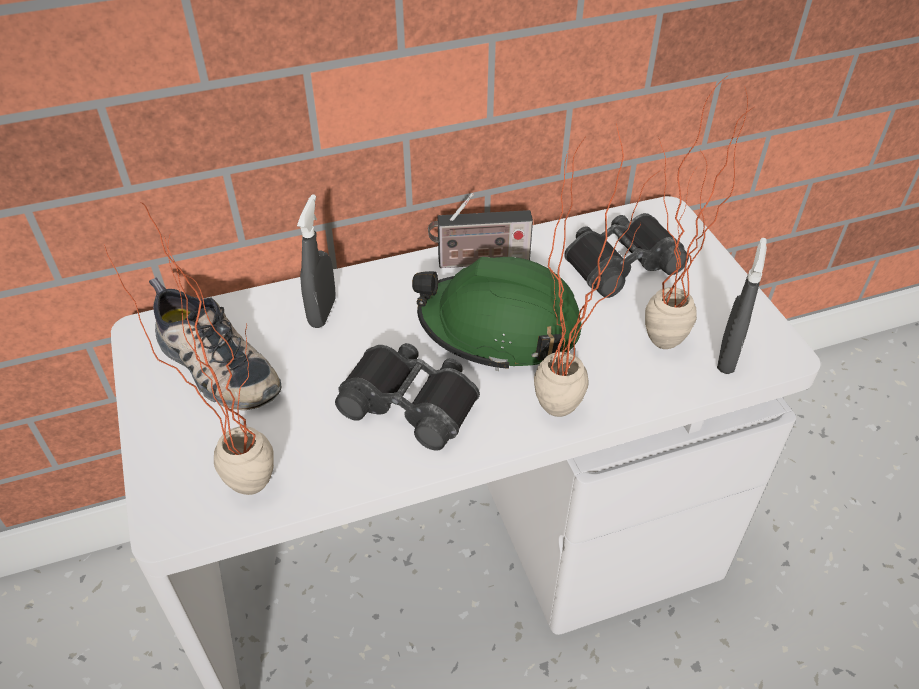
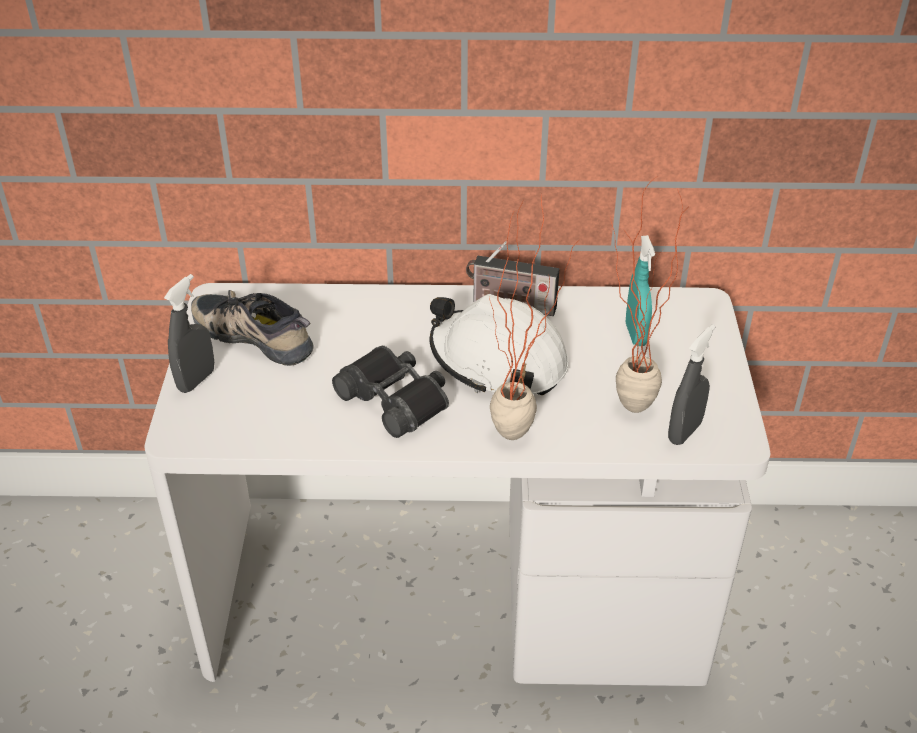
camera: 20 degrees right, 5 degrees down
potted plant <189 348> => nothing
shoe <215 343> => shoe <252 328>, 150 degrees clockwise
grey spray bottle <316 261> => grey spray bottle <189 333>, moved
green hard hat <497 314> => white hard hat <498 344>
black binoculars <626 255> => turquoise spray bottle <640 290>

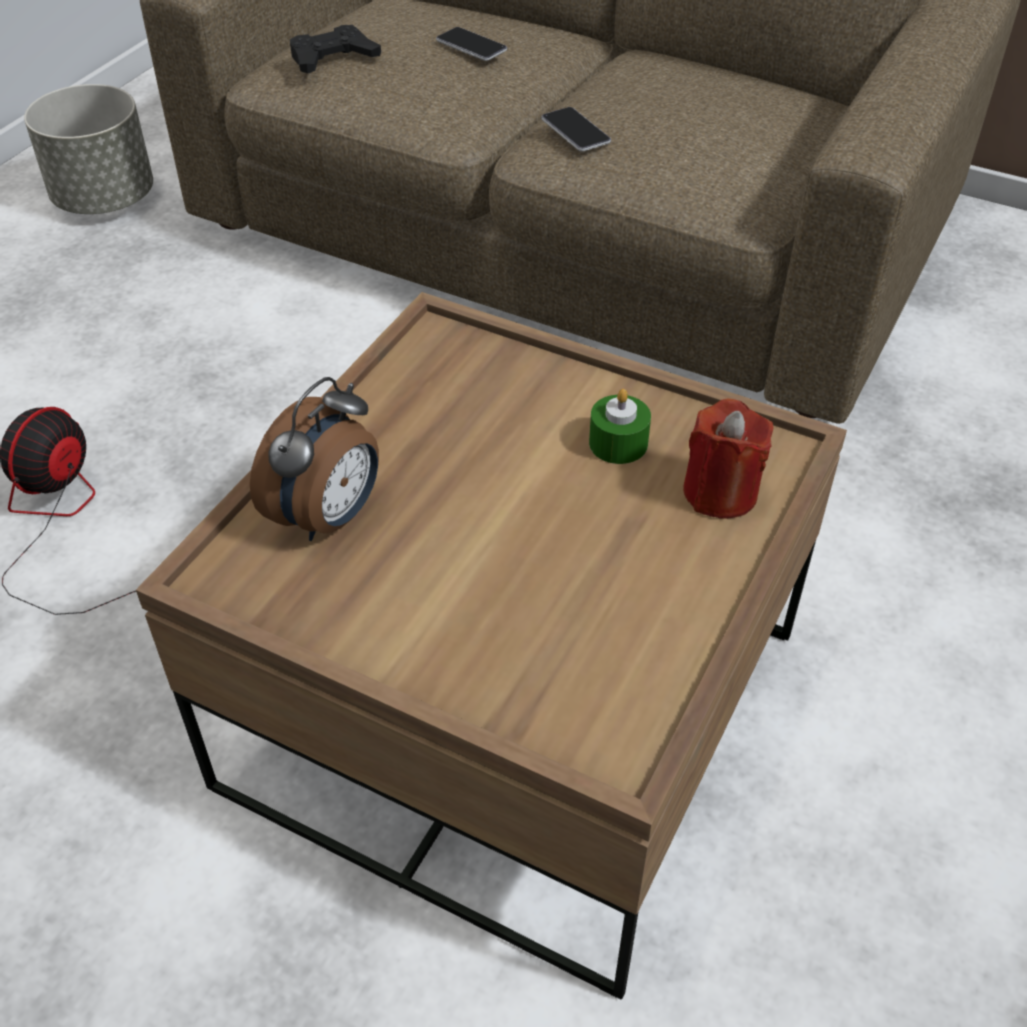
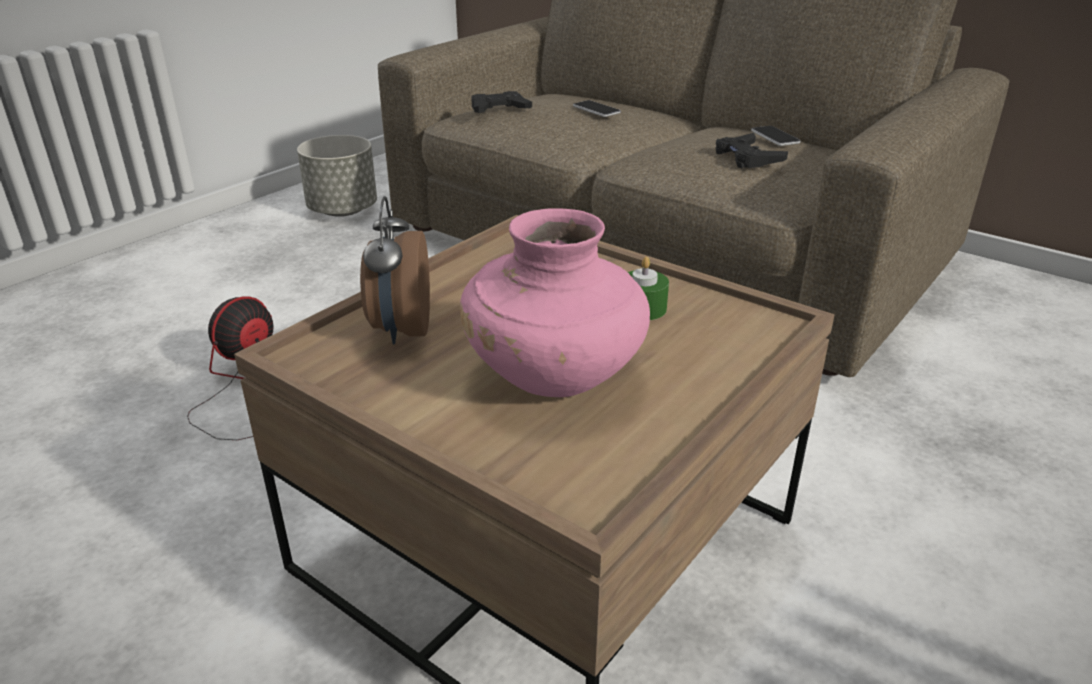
camera: 10 degrees right, 15 degrees down
alarm clock <314 459> => alarm clock <395 270>, 135 degrees clockwise
phone <576 129> => phone <776 136>, moved
red candle <728 458> => nothing
nothing => pink vase <555 302>
nothing => black game controller <752 151>

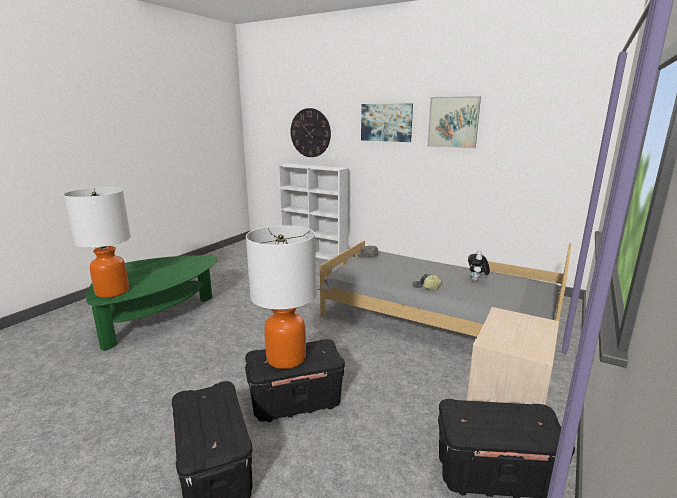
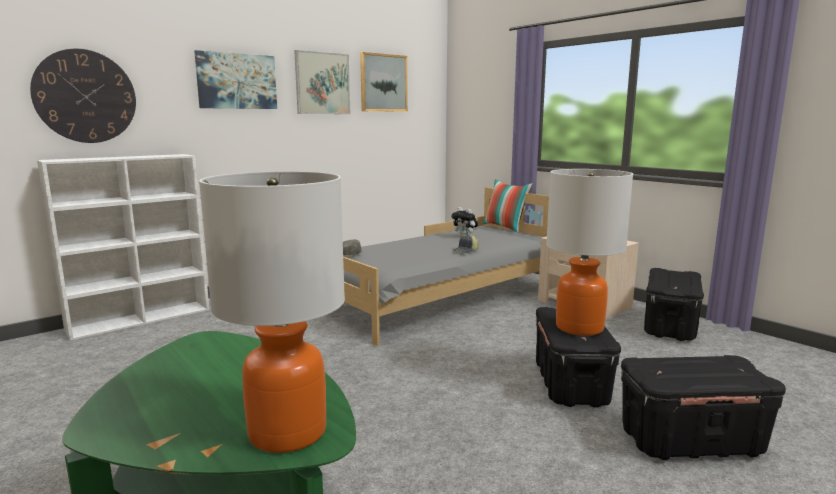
camera: 70 degrees left, 5 degrees down
nothing => picture <384 82>
nothing => pillow <507 206>

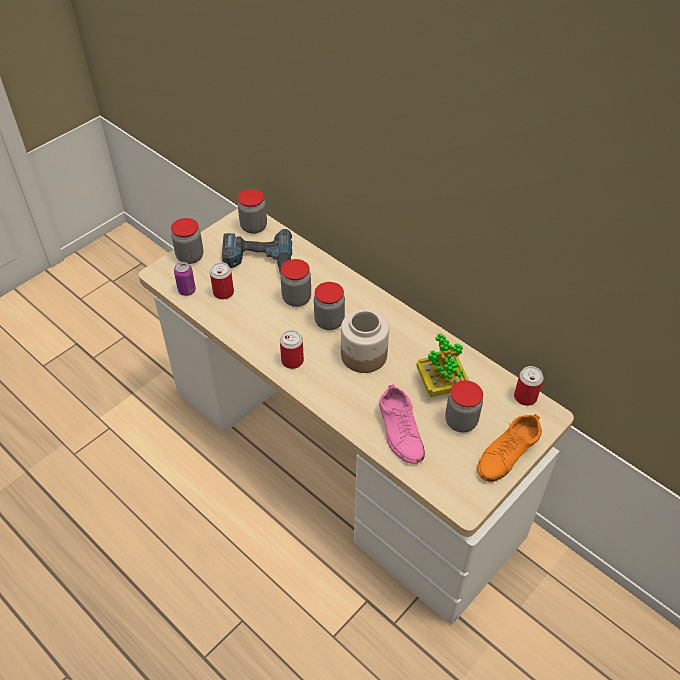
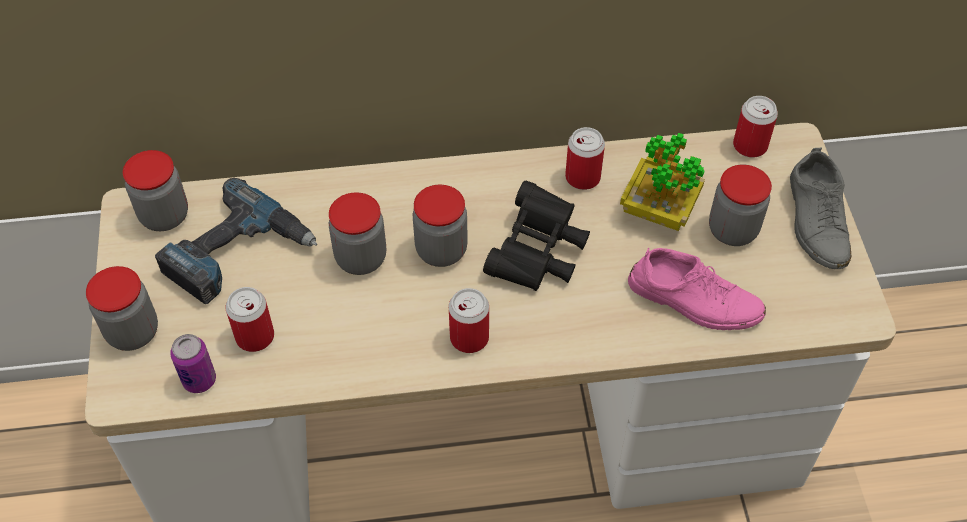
camera: 50 degrees left, 5 degrees up
jar <365 341> => black binoculars <536 236>
orange shoe <509 448> => grey shoe <820 208>
nothing => can <585 158>

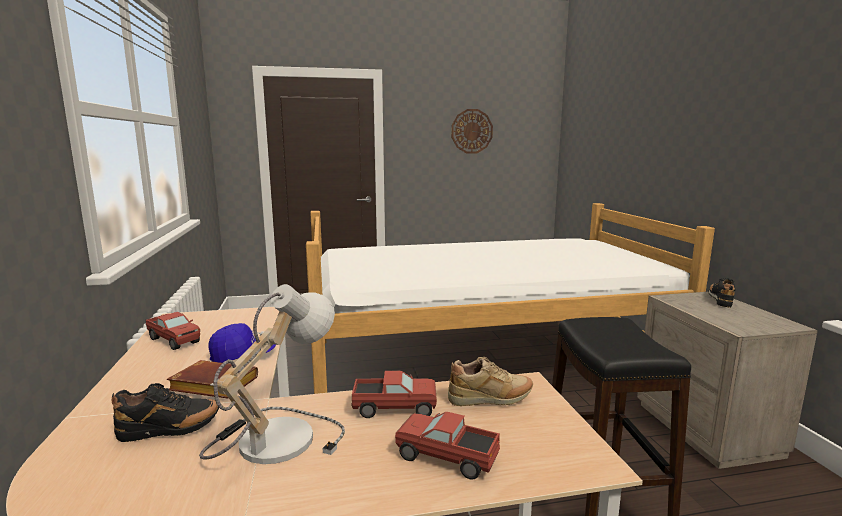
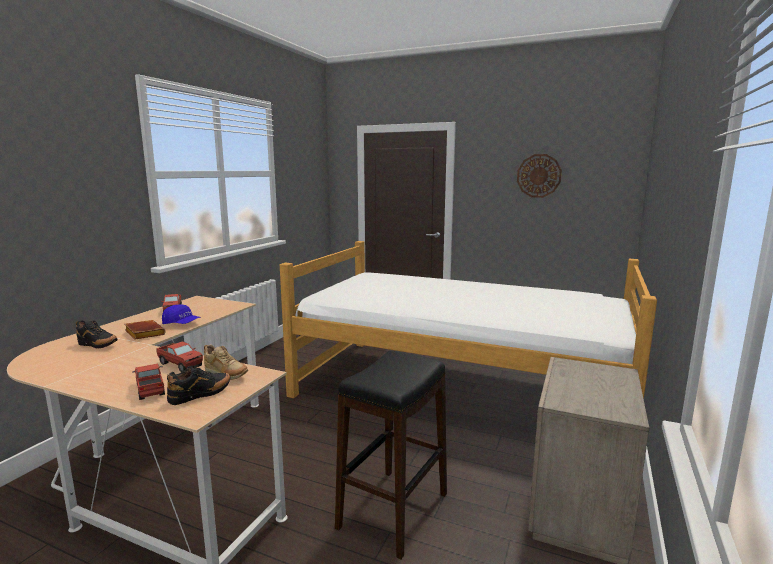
camera: 35 degrees right, 0 degrees up
table lamp <272 374> => nothing
black shoe <721 293> => black shoe <199 385>, moved

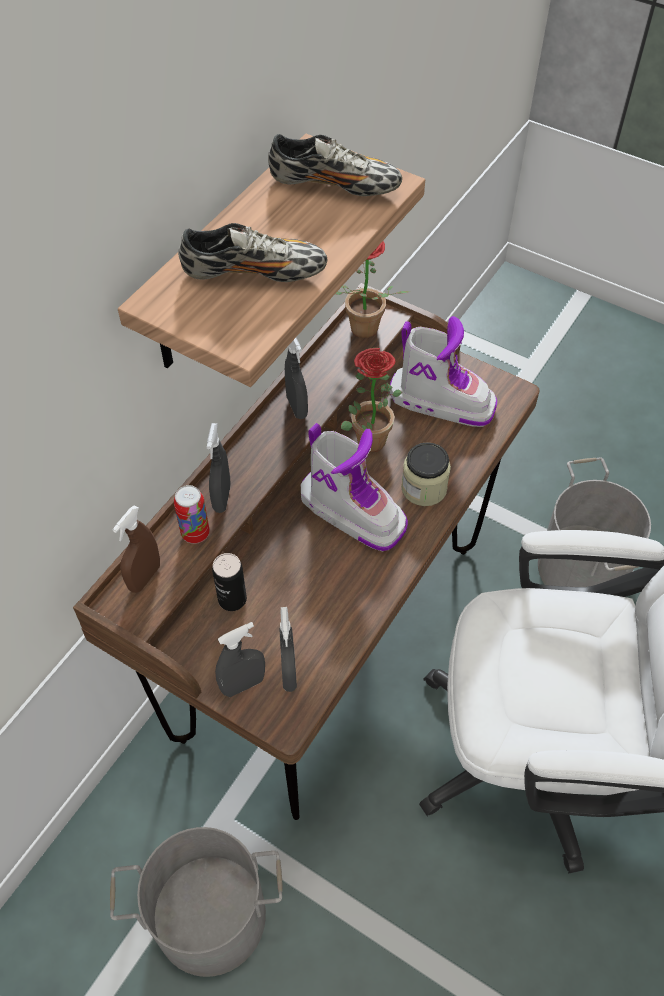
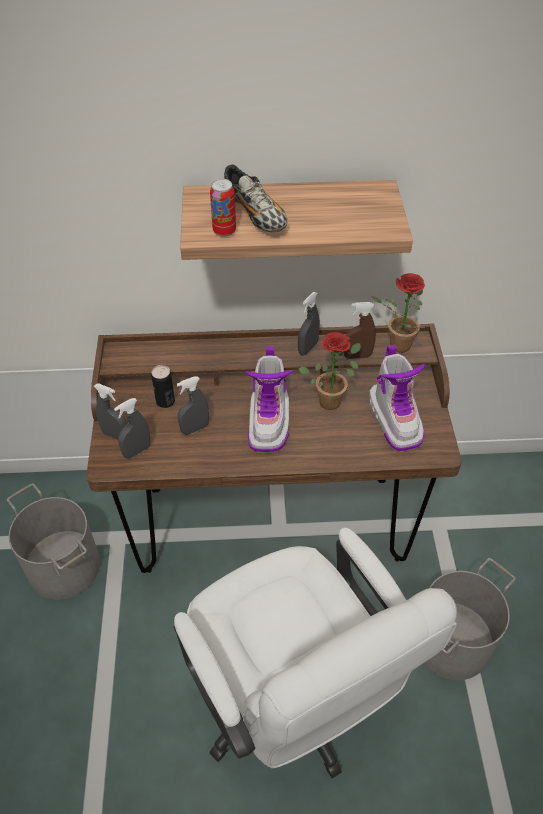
camera: 55 degrees right, 5 degrees down
brown spray bottle <136 549> => brown spray bottle <359 330>, moved
can <192 514> => can <223 208>, moved
grey spray bottle <219 468> => grey spray bottle <193 406>, moved
shoe <335 165> => nothing
jar <426 474> => nothing

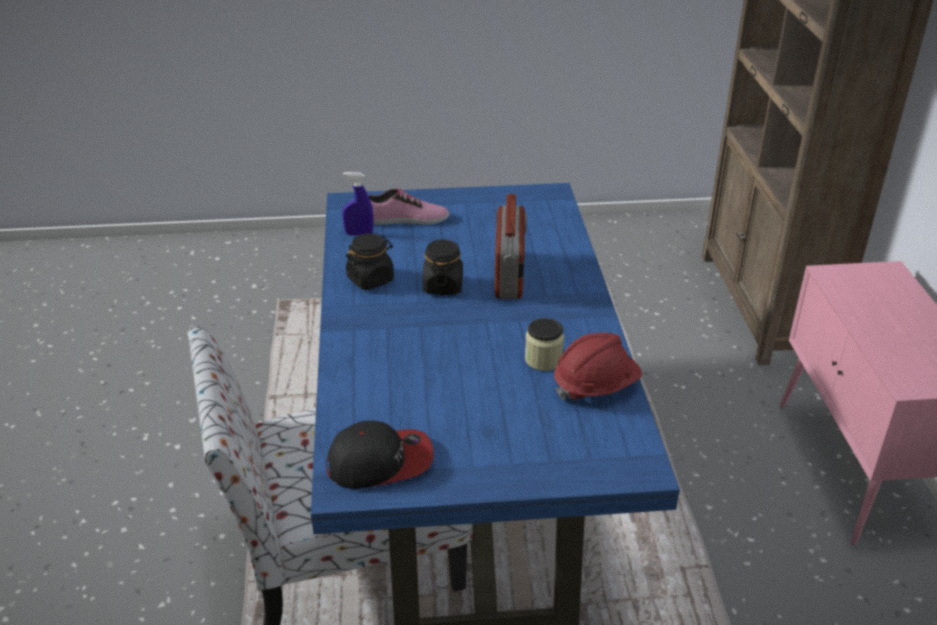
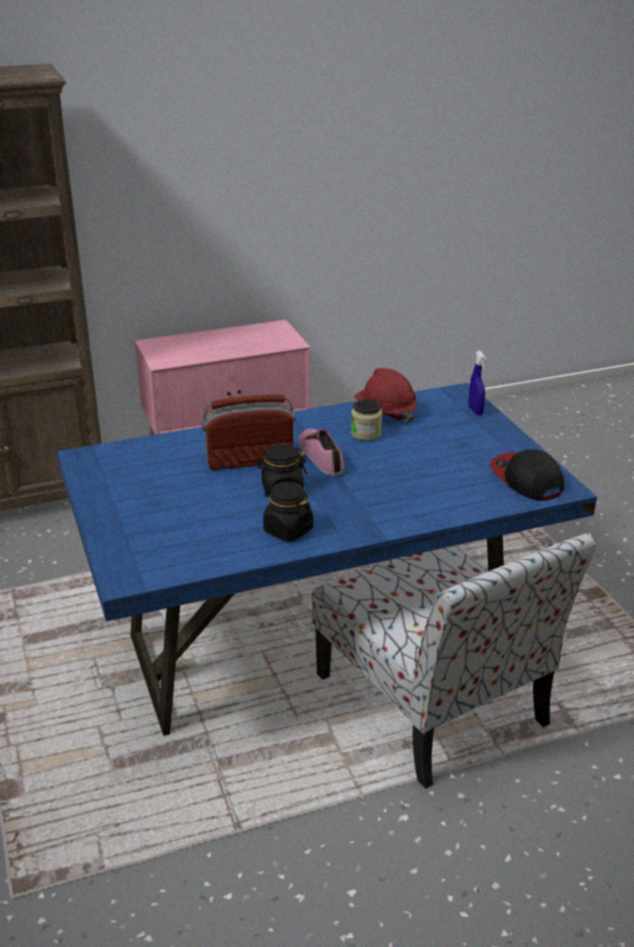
camera: 105 degrees left, 5 degrees down
blue spray bottle <358 204> => blue spray bottle <477 383>, moved
shoe <408 206> => shoe <321 453>, moved

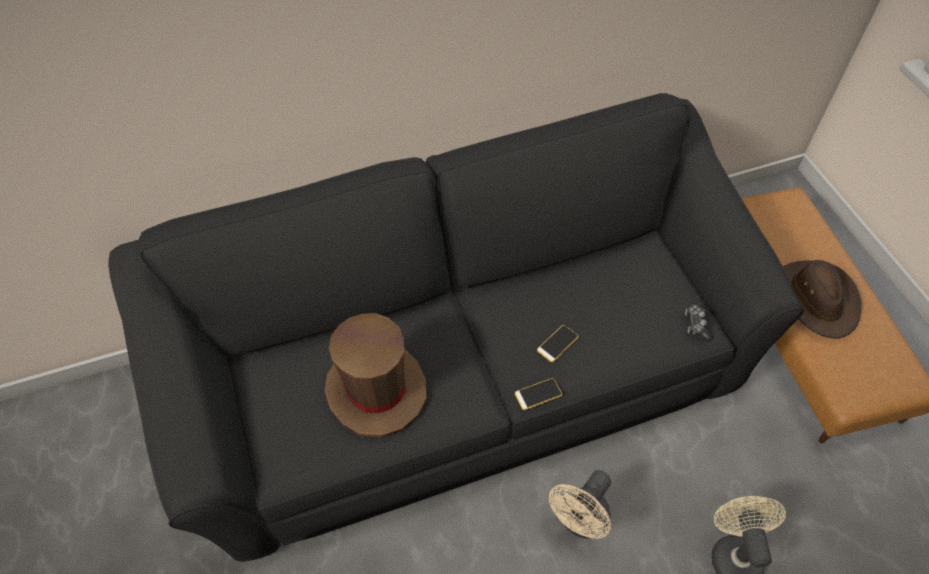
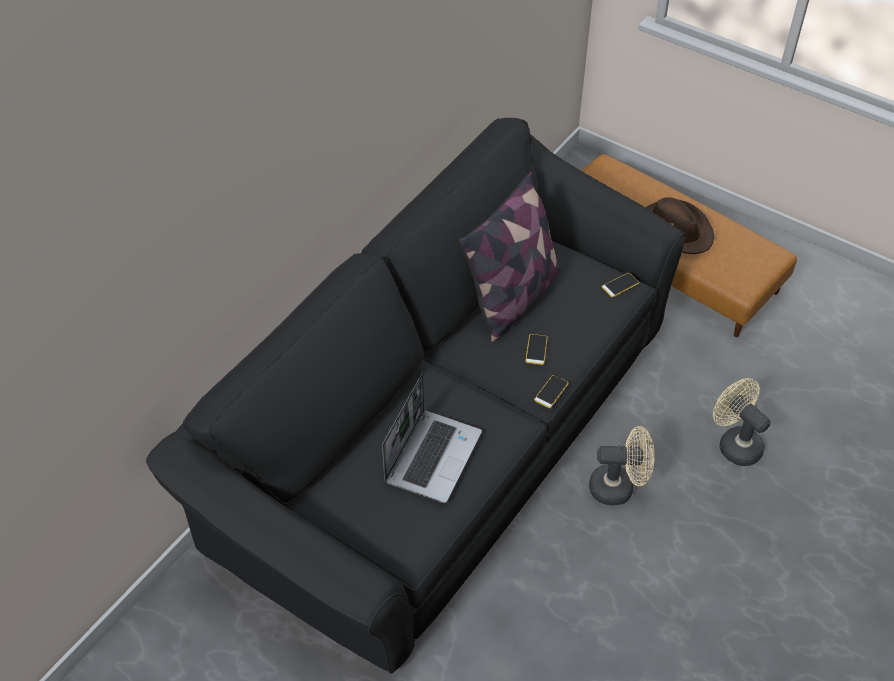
camera: 35 degrees left, 5 degrees down
brown hat <376 375> => laptop <432 438>
beige fan <580 504> => beige fan <622 465>, 90 degrees counterclockwise
game controller <698 323> => phone <620 285>
nothing => pillow <509 257>

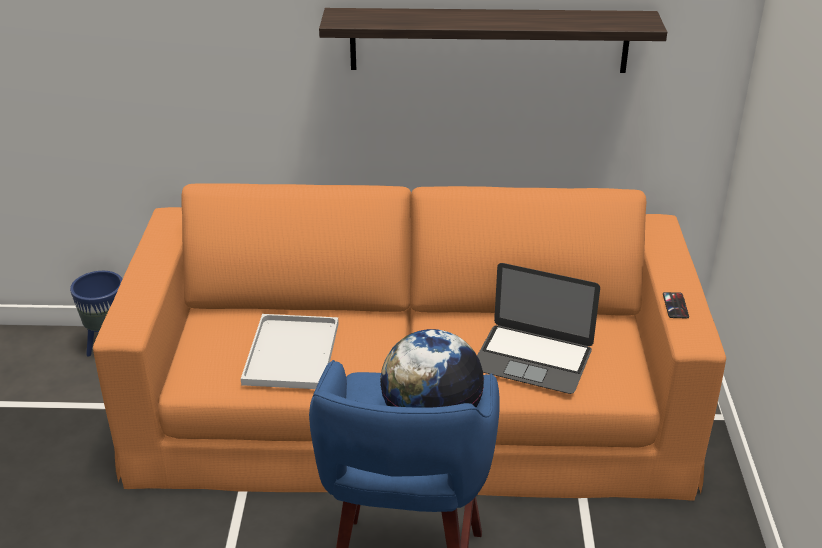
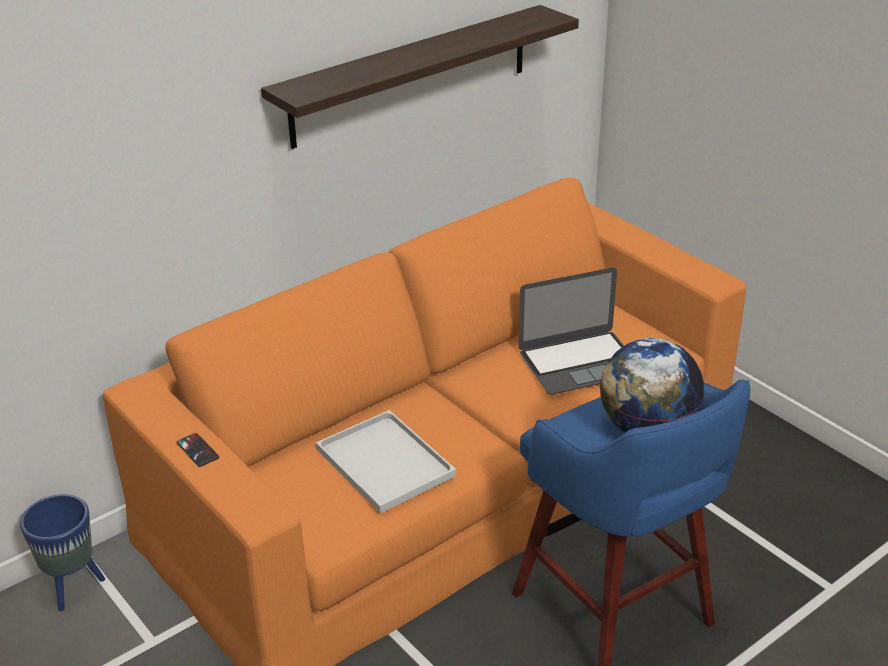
camera: 40 degrees left, 0 degrees up
phone <676 305> => phone <198 450>, moved

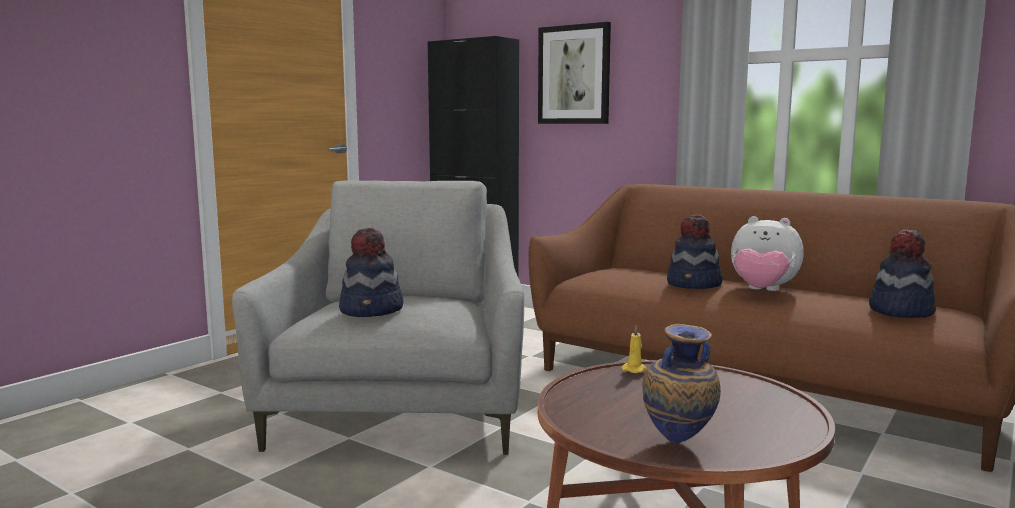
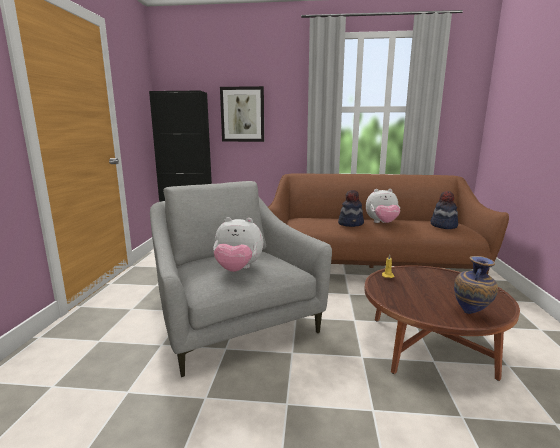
camera: 30 degrees left, 5 degrees up
hat <371 272> => plush toy <238 244>

